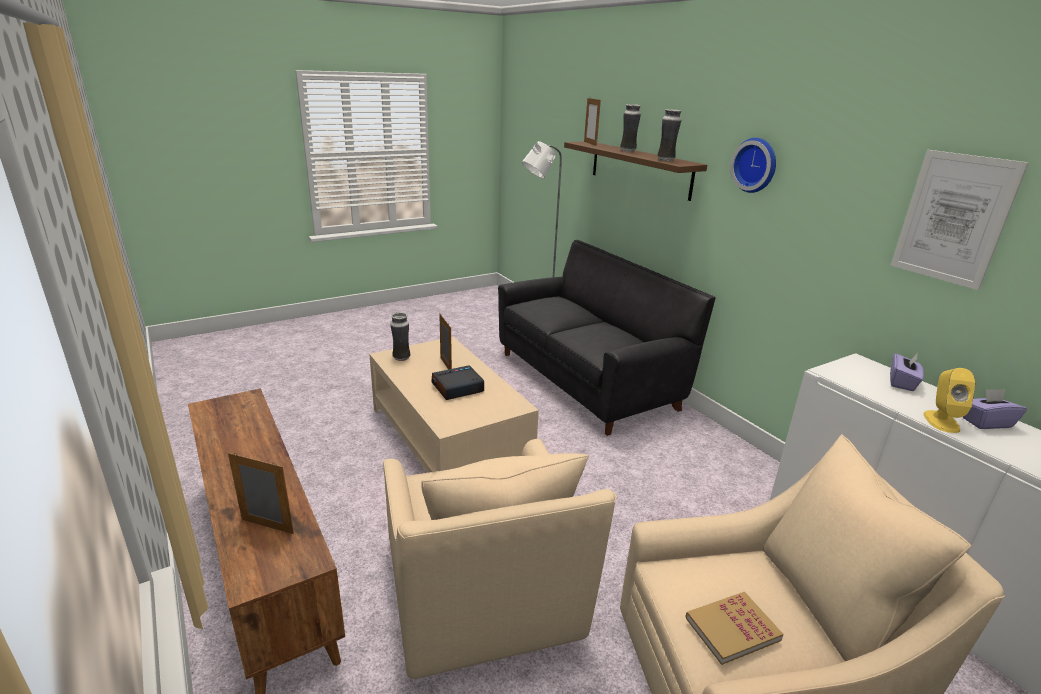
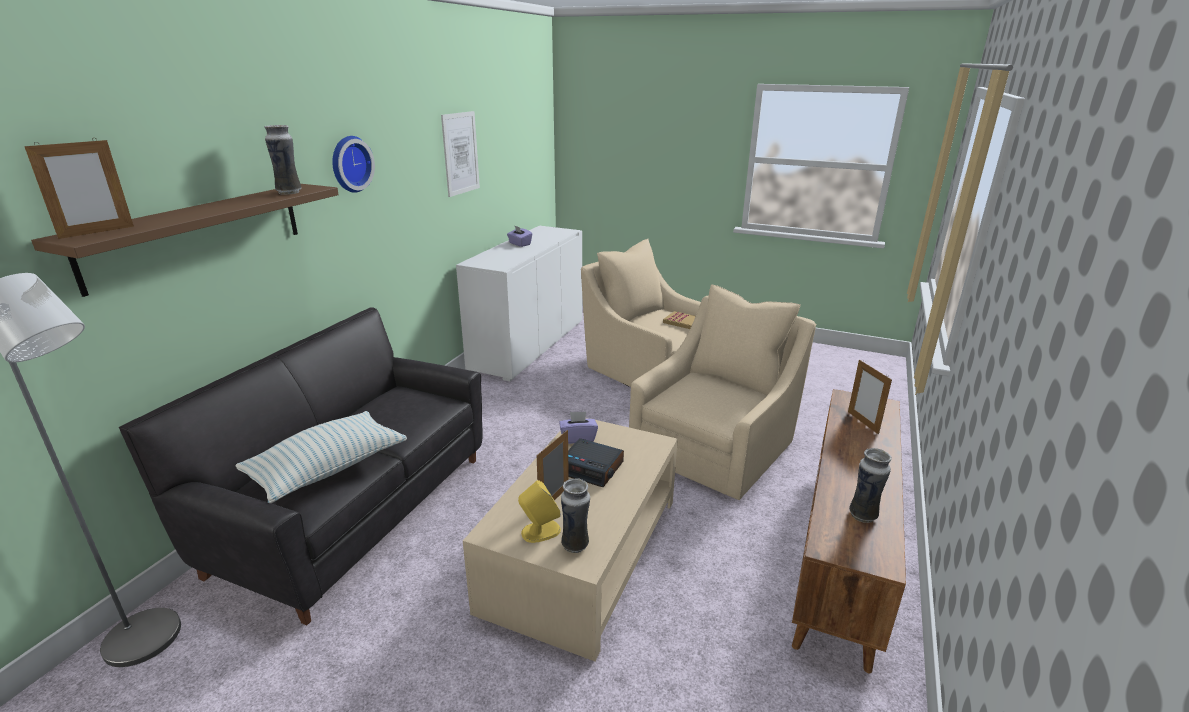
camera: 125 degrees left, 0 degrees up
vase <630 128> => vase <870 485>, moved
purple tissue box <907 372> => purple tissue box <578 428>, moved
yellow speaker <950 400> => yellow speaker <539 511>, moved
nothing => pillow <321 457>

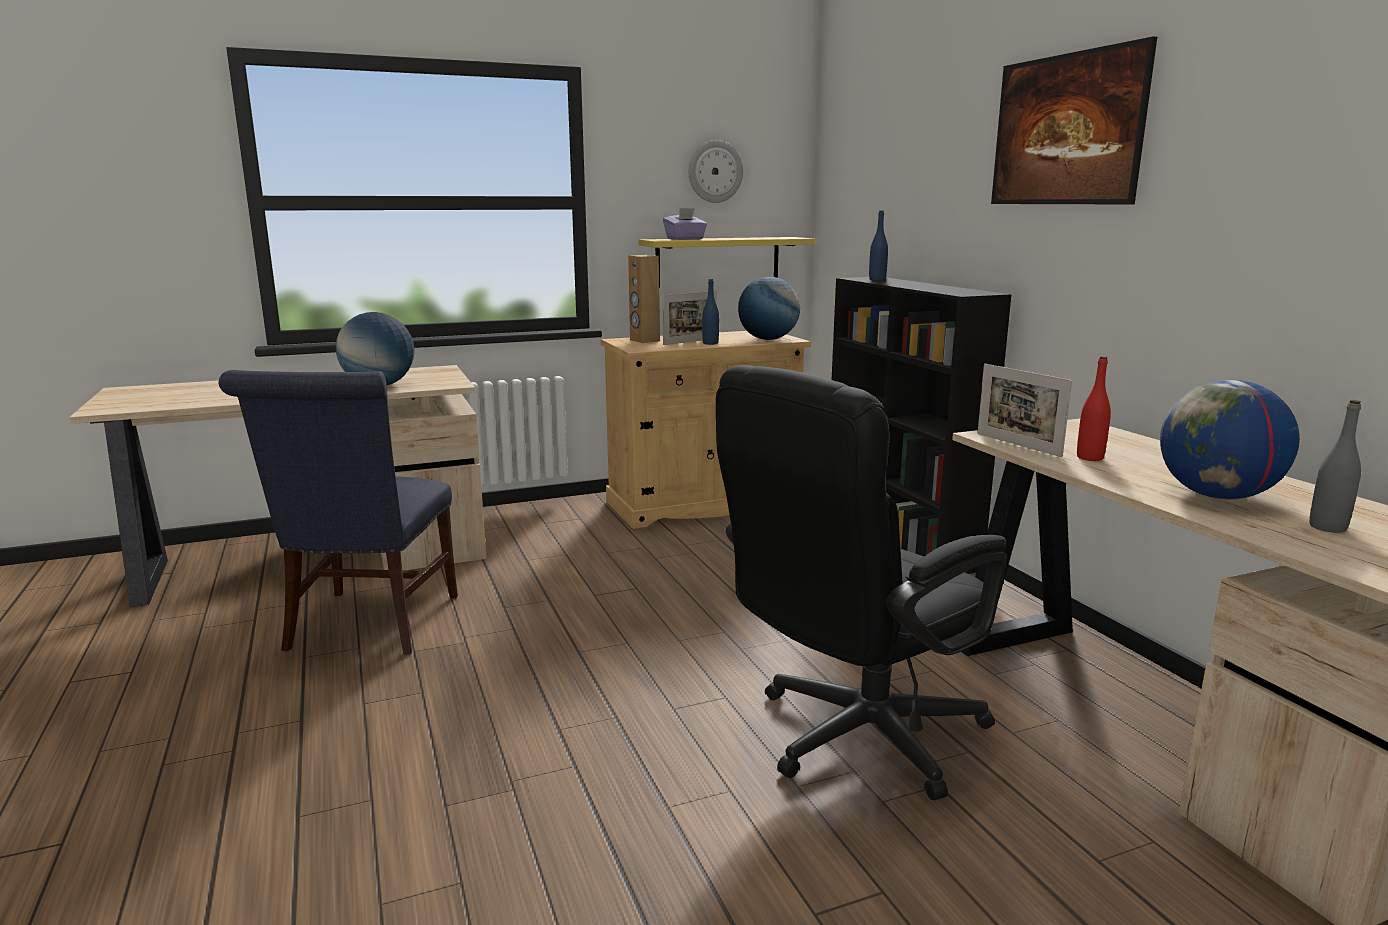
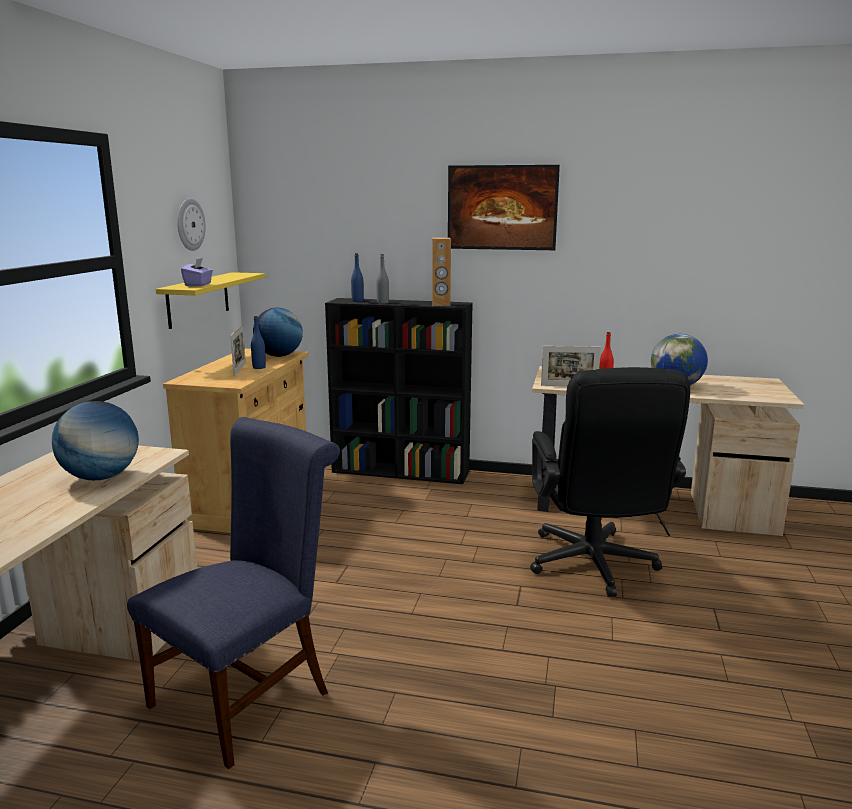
camera: 55 degrees left, 0 degrees up
blue chair <338 512> => blue chair <233 593>, 90 degrees counterclockwise
brown speaker <644 299> => brown speaker <441 272>, moved
grey bottle <1335 466> => grey bottle <382 279>, moved

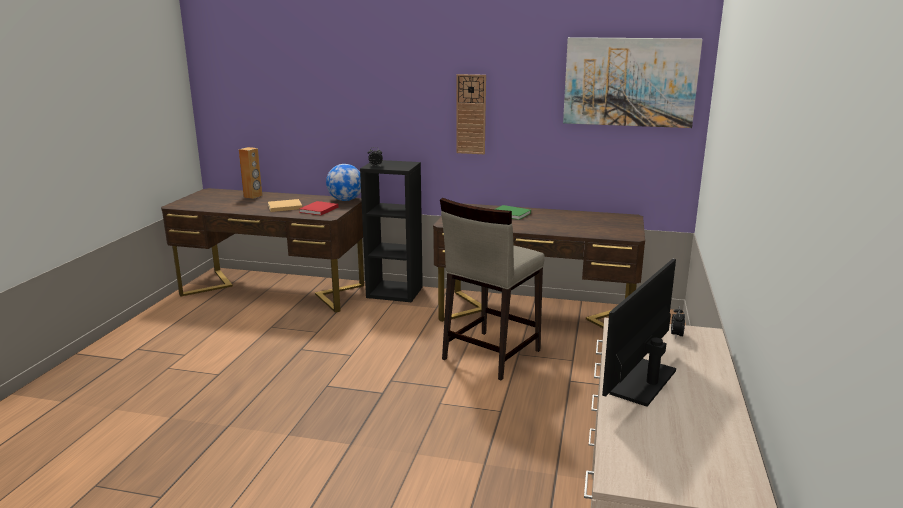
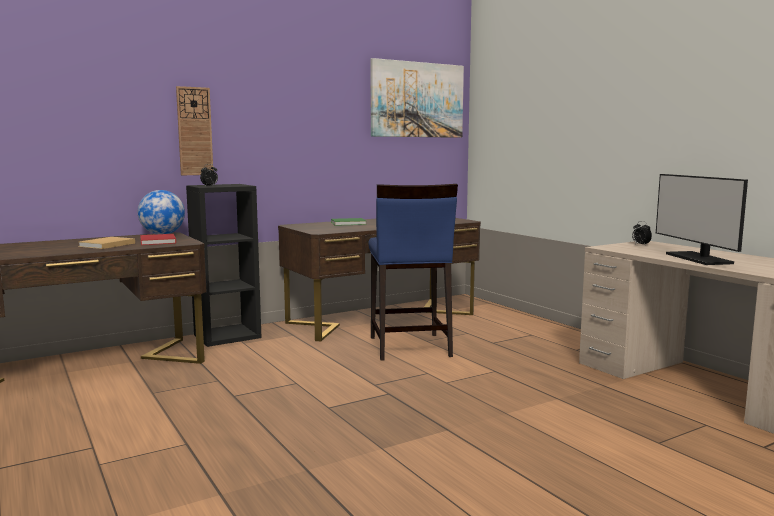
camera: 45 degrees left, 10 degrees down
brown speaker <250 173> => nothing
beige stool <492 289> => blue stool <413 272>
wall clock <471 114> => wall clock <194 130>, moved

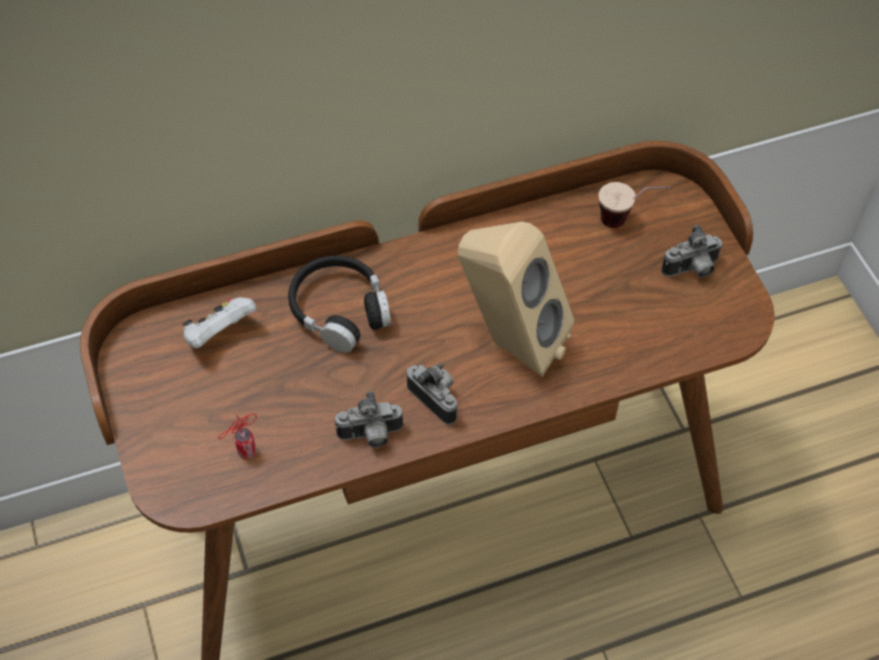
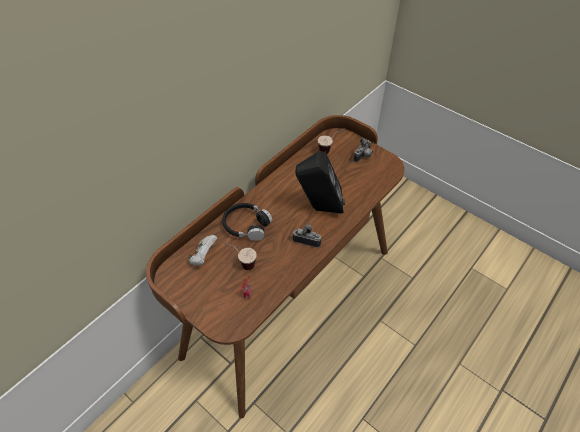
camera: 30 degrees left, 5 degrees down
photo camera <369 419> => nothing
beige speaker <516 299> => black speaker <320 182>
nothing => cup <240 255>

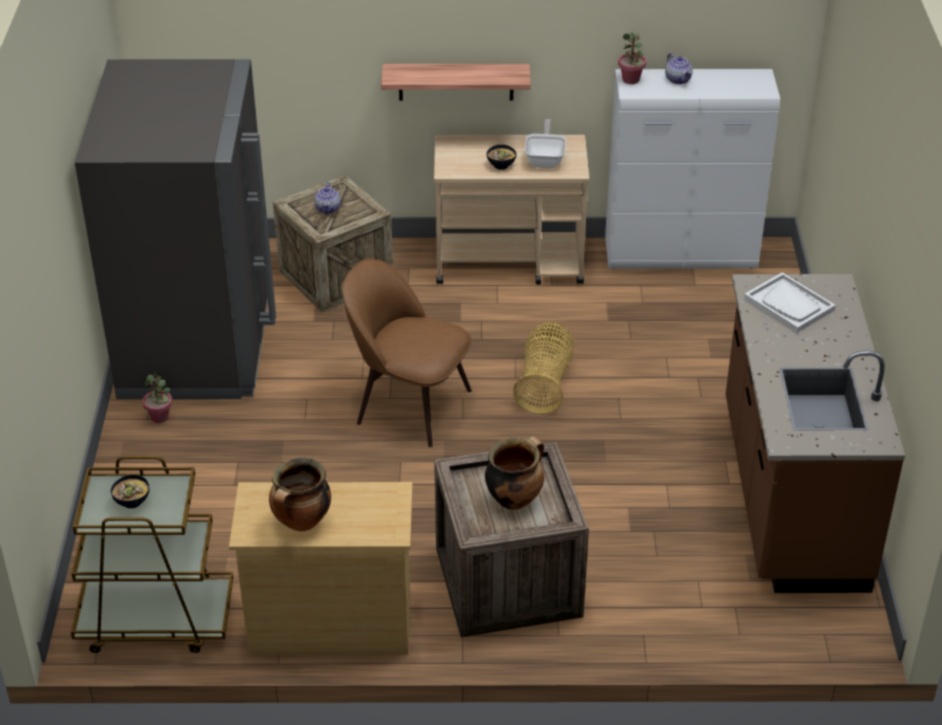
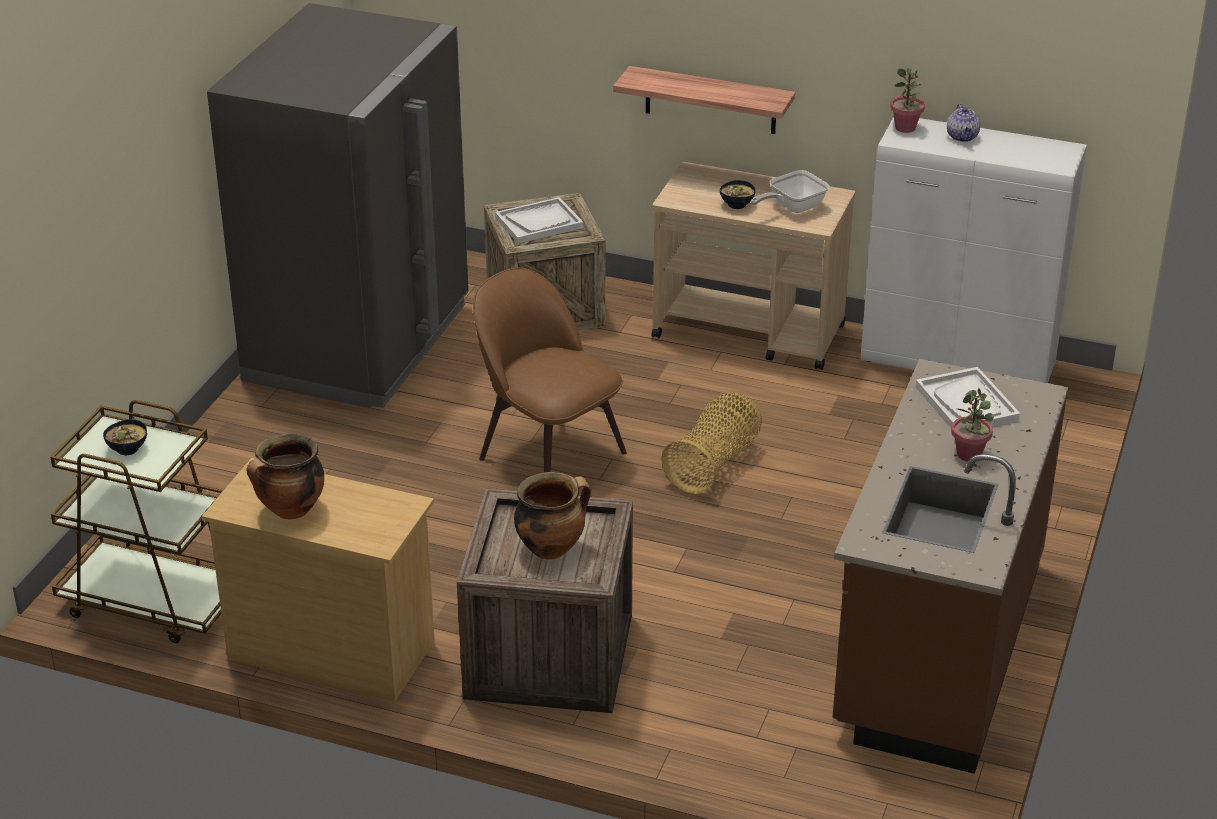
camera: 20 degrees right, 5 degrees down
potted plant <157 397> => potted plant <972 425>, moved
teapot <327 198> => white tray <539 220>
frying pan <545 143> => frying pan <790 191>, 150 degrees counterclockwise

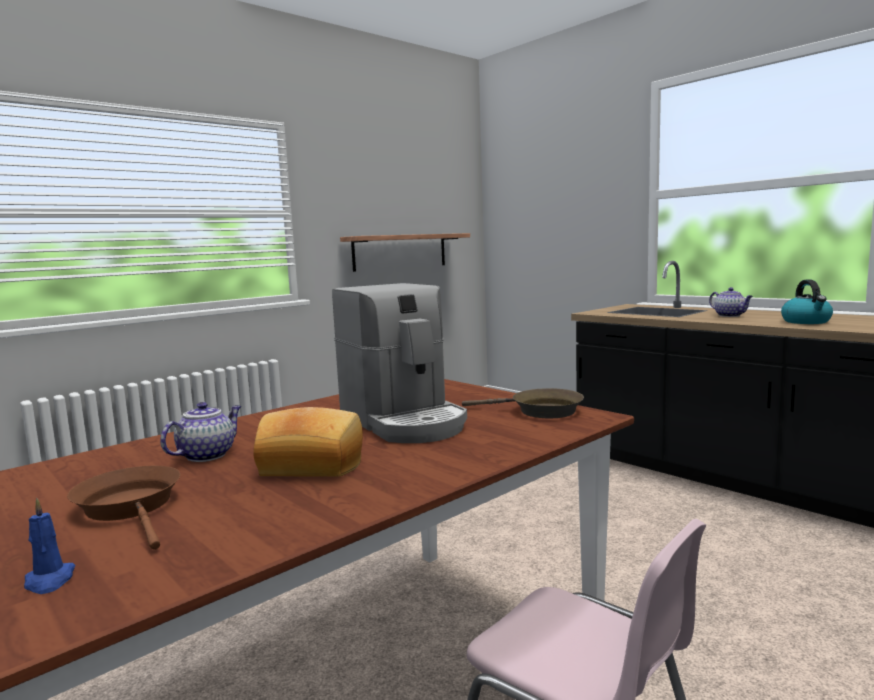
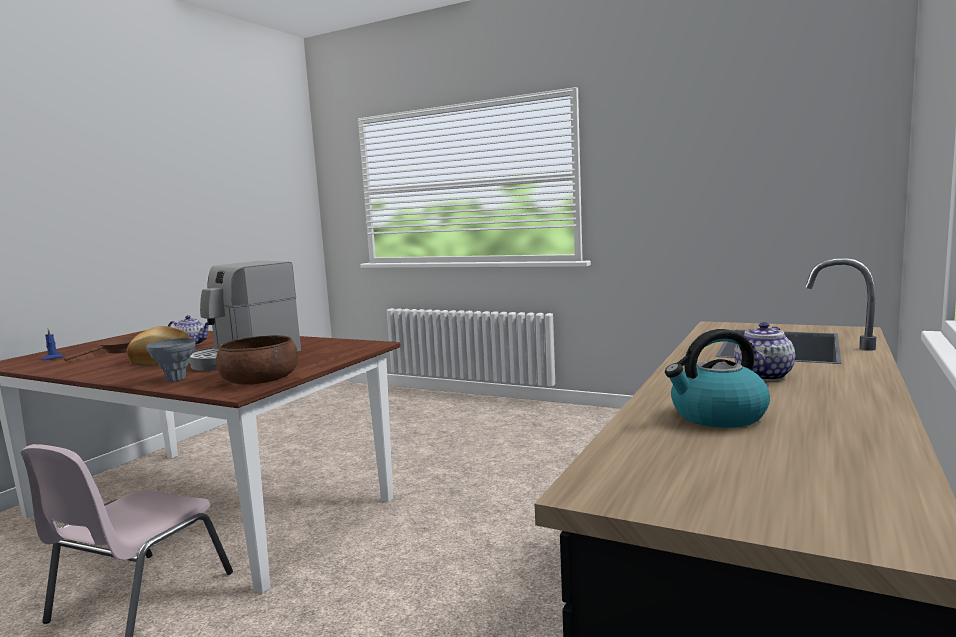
camera: 70 degrees right, 0 degrees up
shelf <405 252> => nothing
brown frying pan <523 403> => brown bowl <257 360>
nothing => grey vase <171 360>

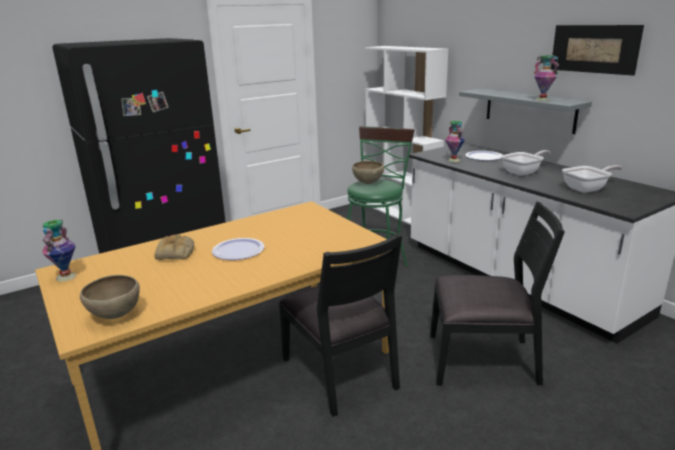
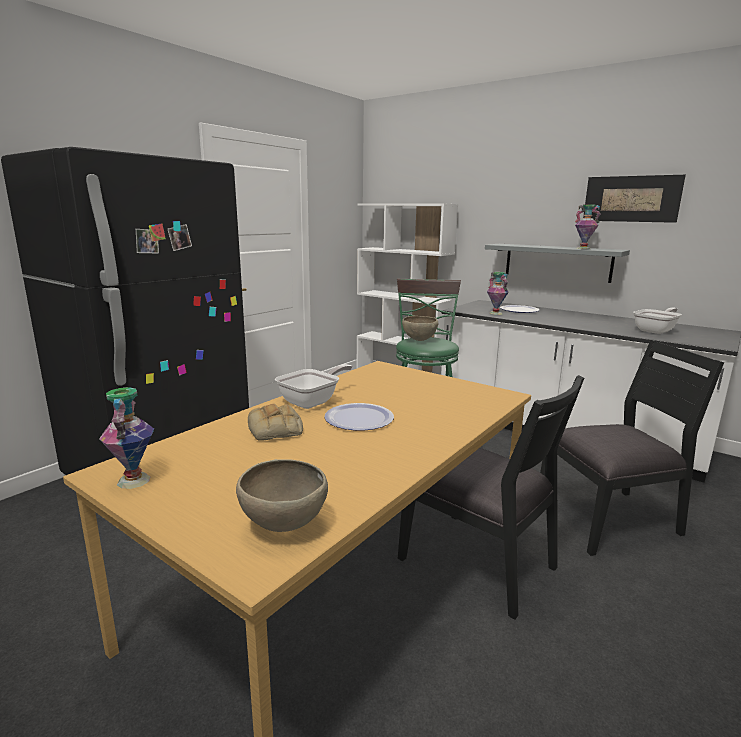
camera: 20 degrees left, 5 degrees down
frying pan <526 163> => frying pan <313 386>, moved

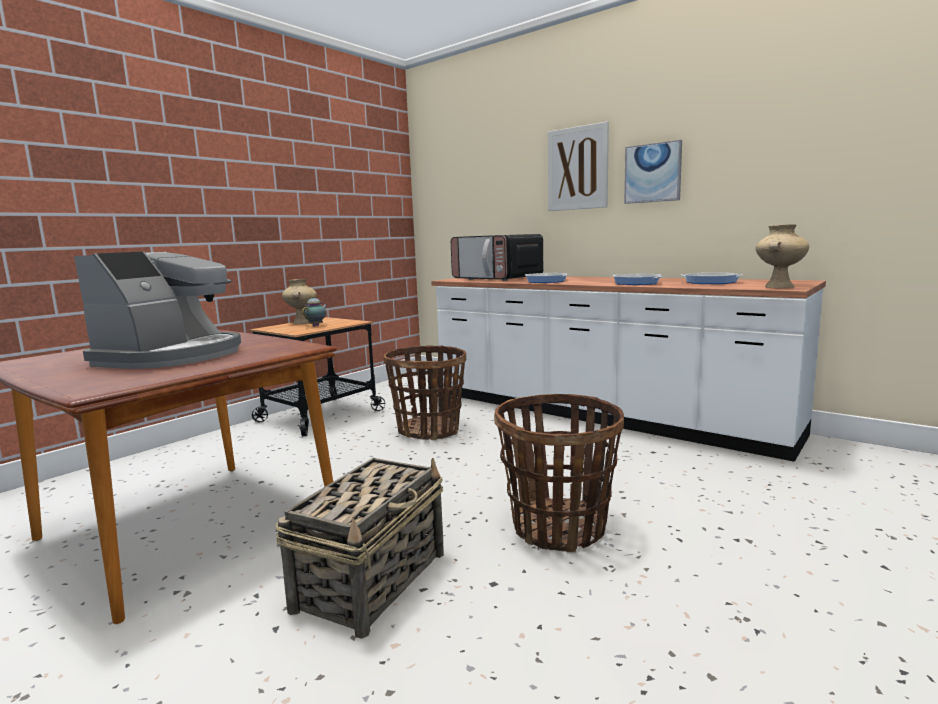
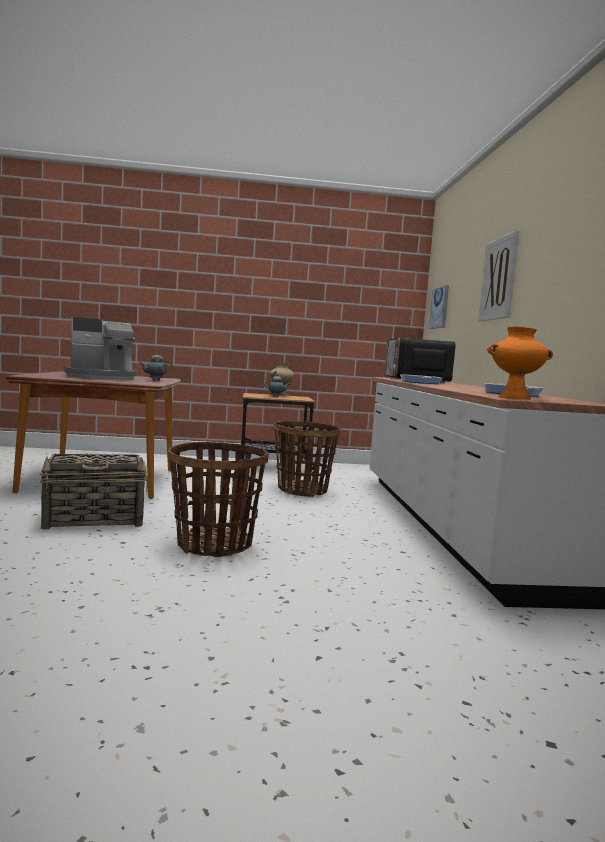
camera: 45 degrees right, 5 degrees down
frying pan <638 279> => nothing
picture <653 172> => picture <439 307>, moved
beige vase <782 256> => orange vase <520 362>
nothing => teapot <156 367>

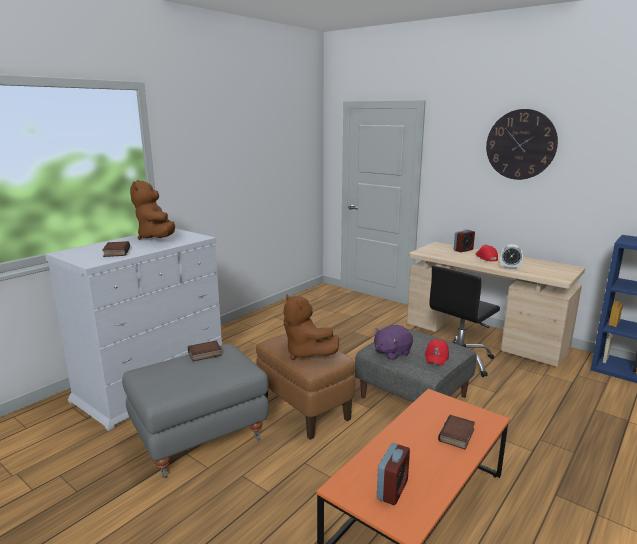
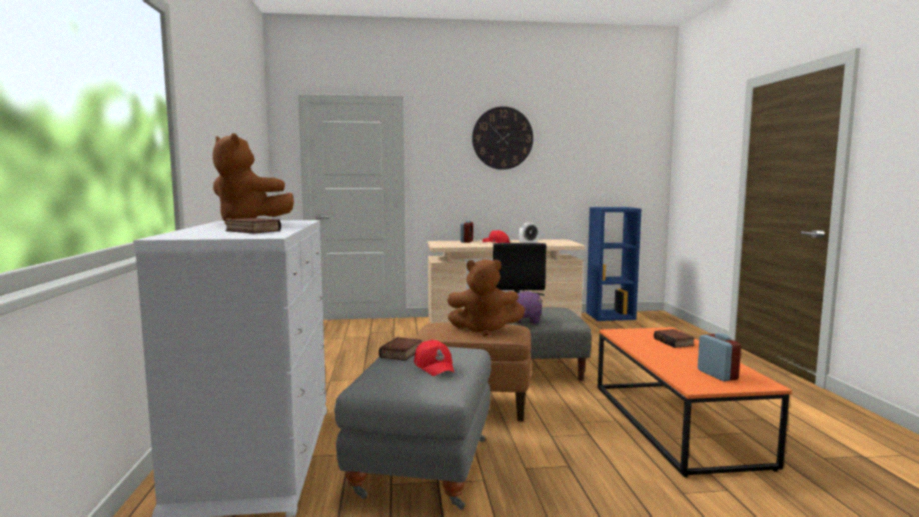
camera: 45 degrees left, 10 degrees down
red cap <437 352> => red cap <434 357>, moved

